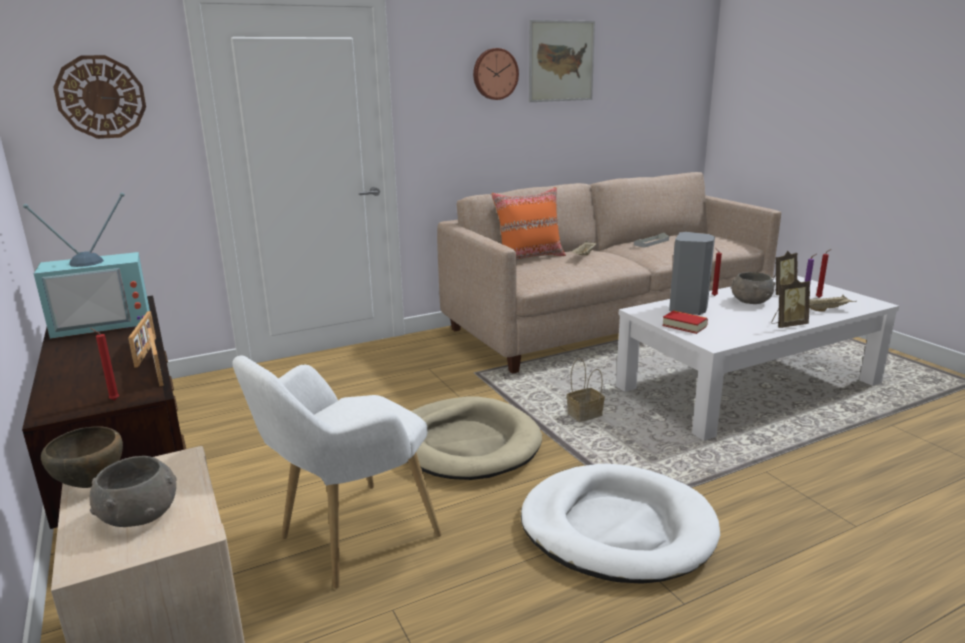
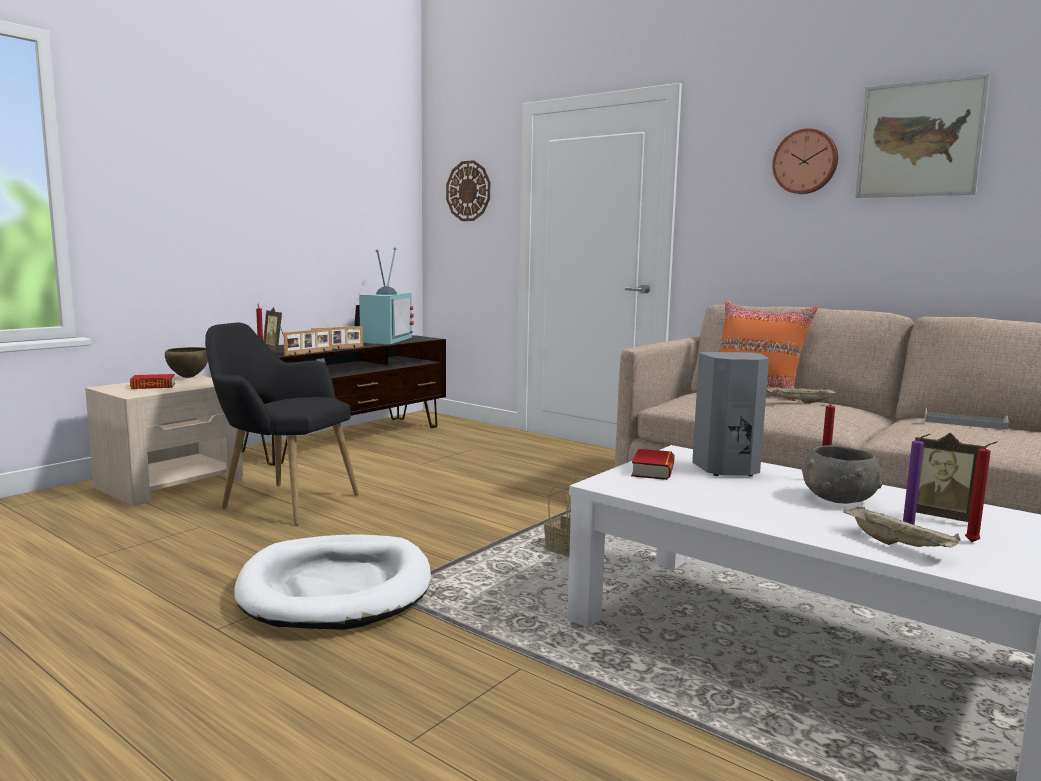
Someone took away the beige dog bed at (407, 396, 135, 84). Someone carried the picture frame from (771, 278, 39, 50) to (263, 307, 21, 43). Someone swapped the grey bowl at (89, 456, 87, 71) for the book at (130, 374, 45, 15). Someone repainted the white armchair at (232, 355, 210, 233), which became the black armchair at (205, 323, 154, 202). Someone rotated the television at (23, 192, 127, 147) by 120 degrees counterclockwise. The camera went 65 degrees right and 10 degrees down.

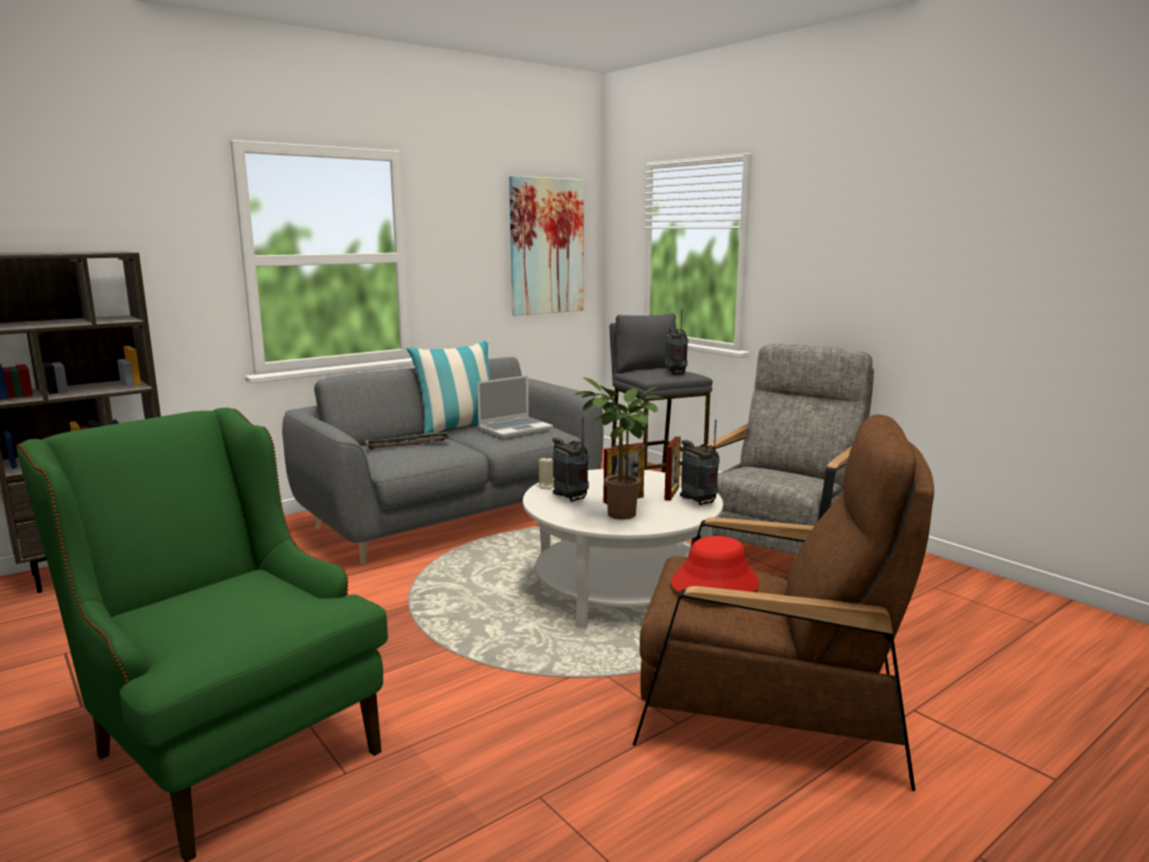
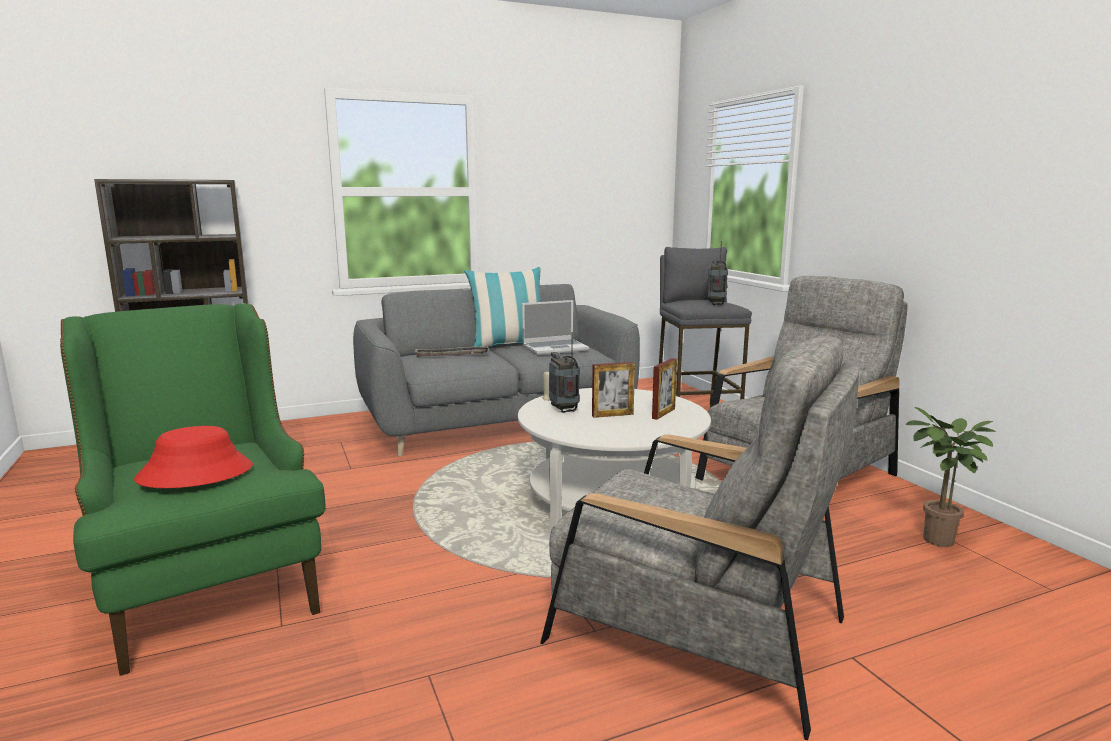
Someone took away the picture at (509, 176, 75, 140). Someone took away the radio at (680, 420, 40, 85). Someone carried the potted plant from (574, 378, 89, 141) to (906, 407, 90, 140). Someone carried the red hat from (671, 536, 88, 57) to (134, 426, 119, 62). Someone repainted the brown armchair at (633, 414, 301, 377), which became the grey armchair at (540, 336, 319, 404). The camera went 15 degrees right and 0 degrees up.

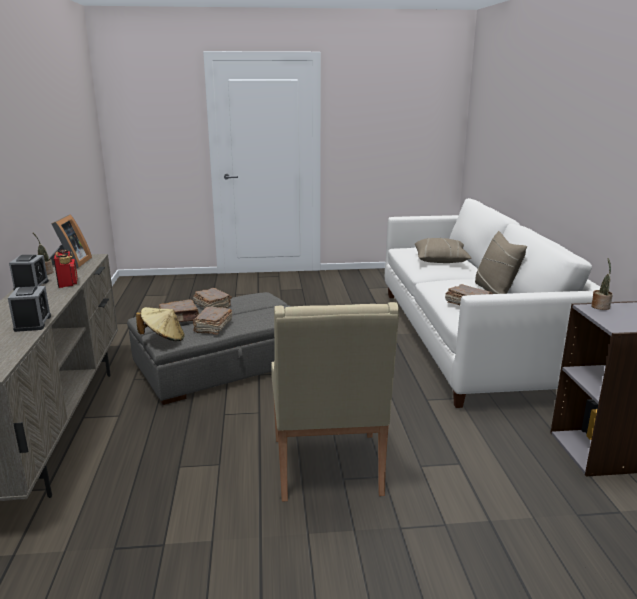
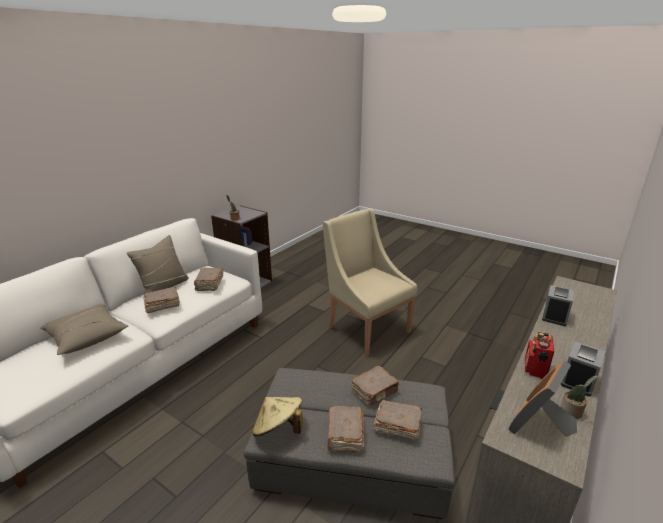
Someone put down the brown book at (144, 287, 36, 27). Someone carried the beige hat from (136, 307, 49, 34) to (252, 397, 51, 39). Someone rotated the beige armchair at (271, 302, 128, 200) by 75 degrees counterclockwise. The camera went 140 degrees left and 5 degrees up.

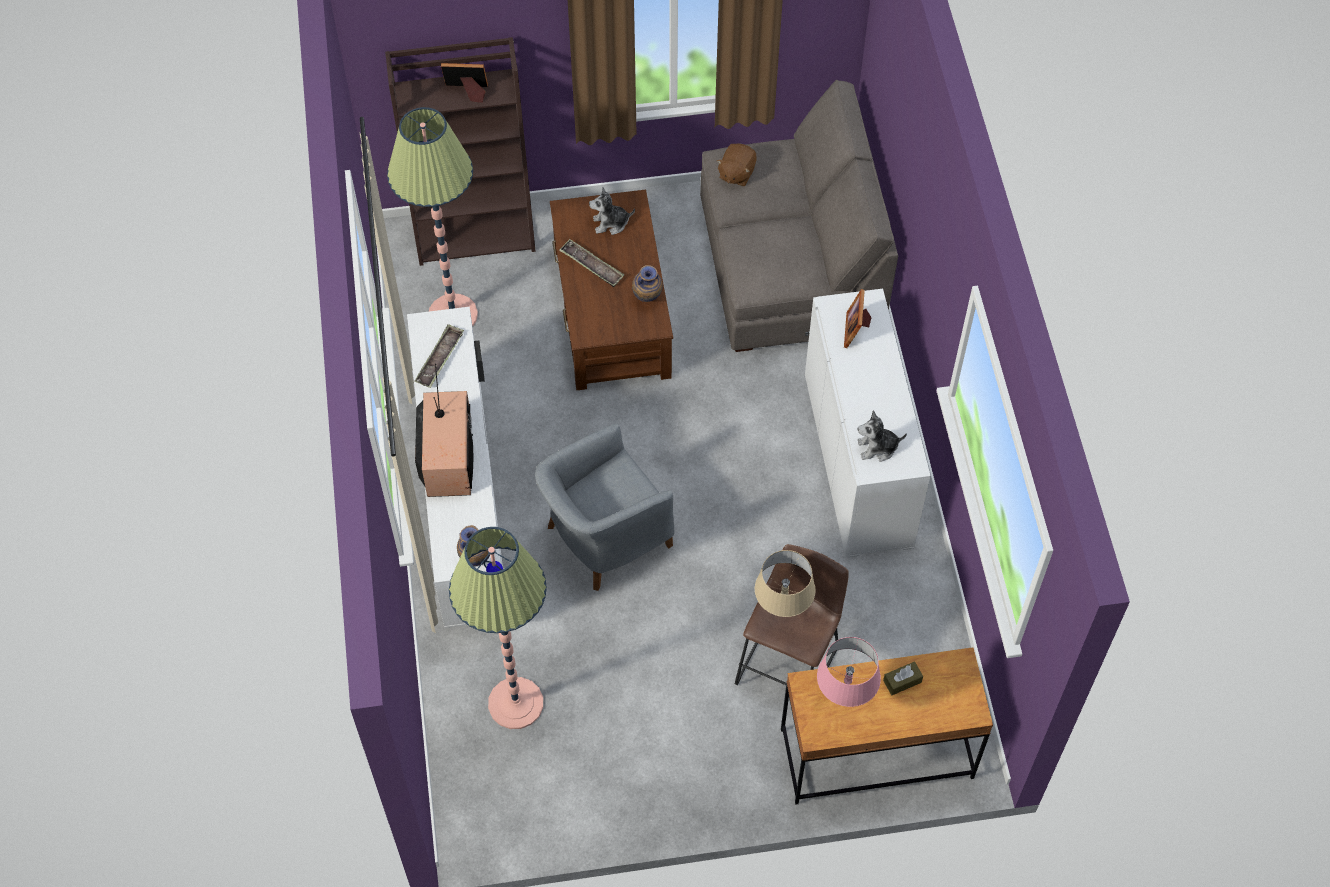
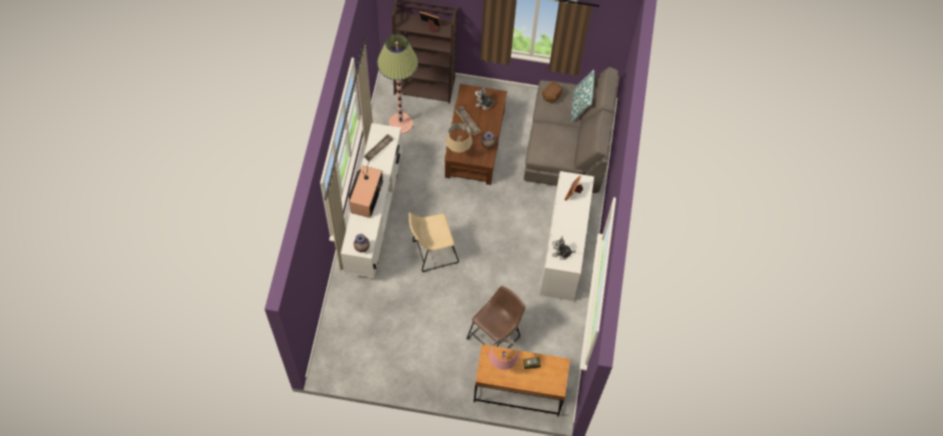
Someone took away the floor lamp at (449, 527, 98, 202). Someone put down the pillow at (571, 70, 23, 52). Someone carried the beige table lamp from (755, 550, 61, 67) to (446, 123, 26, 30). Someone swapped the grey armchair at (535, 424, 140, 167) for the beige stool at (409, 212, 50, 60). The camera went 15 degrees right and 5 degrees up.

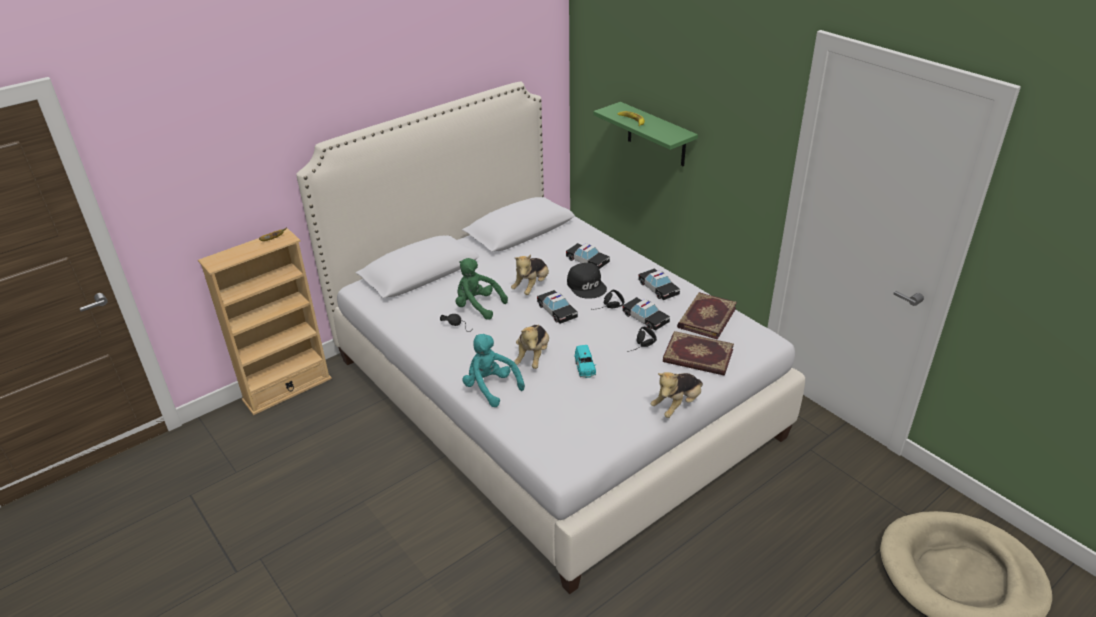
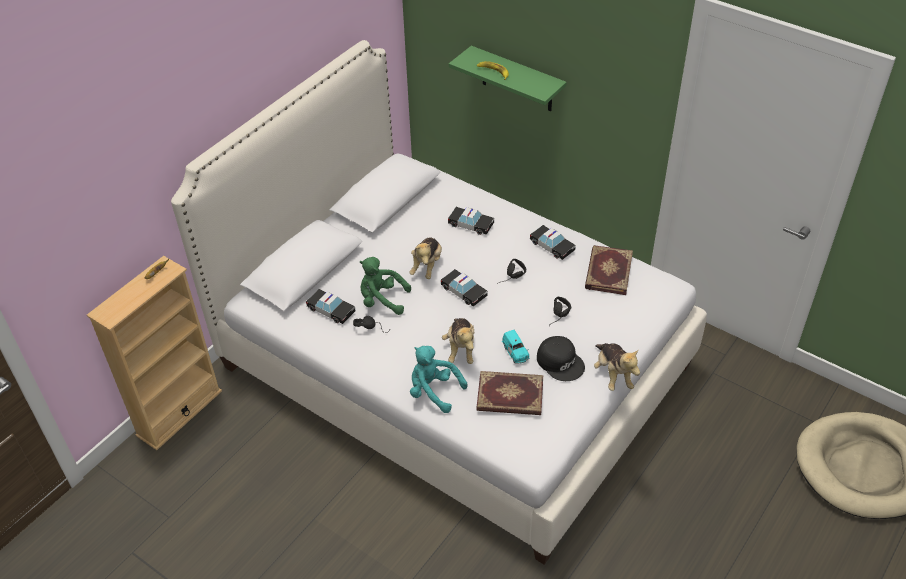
Someone carried the black cap from (567, 263, 40, 36) to (537, 336, 48, 45). Someone carried the toy car from (622, 297, 48, 34) to (306, 289, 49, 35). Someone carried the book from (663, 331, 71, 45) to (477, 371, 66, 44). Someone rotated the plush toy at (651, 372, 52, 46) by 45 degrees counterclockwise. The camera went 15 degrees left and 10 degrees up.

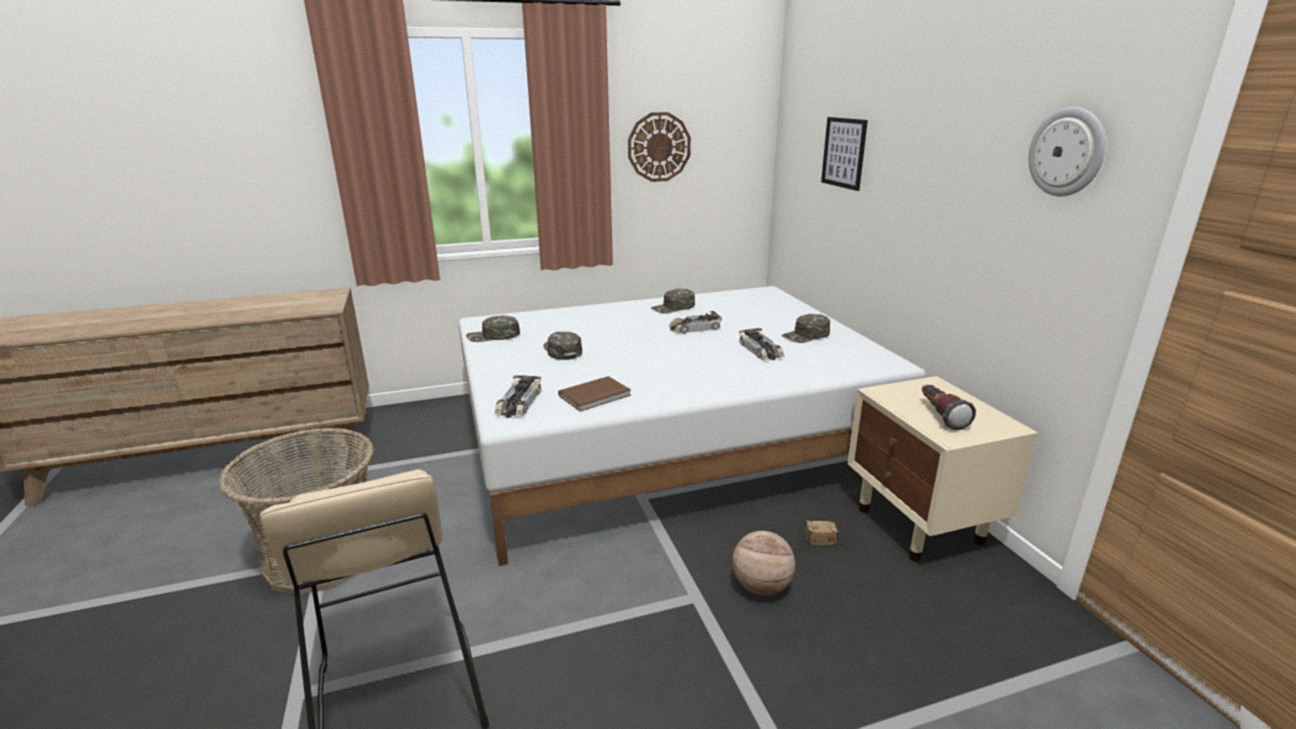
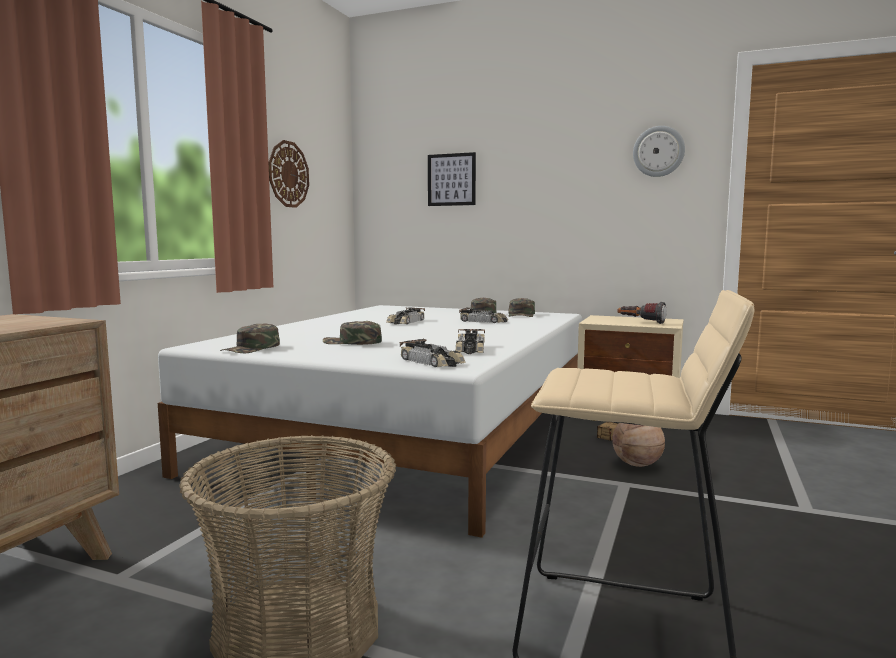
Someone carried the green cap from (651, 289, 44, 25) to (508, 298, 27, 19). Someone swapped the brown book at (558, 376, 73, 35) for the toy car at (456, 329, 29, 25). The camera went 50 degrees left and 15 degrees down.

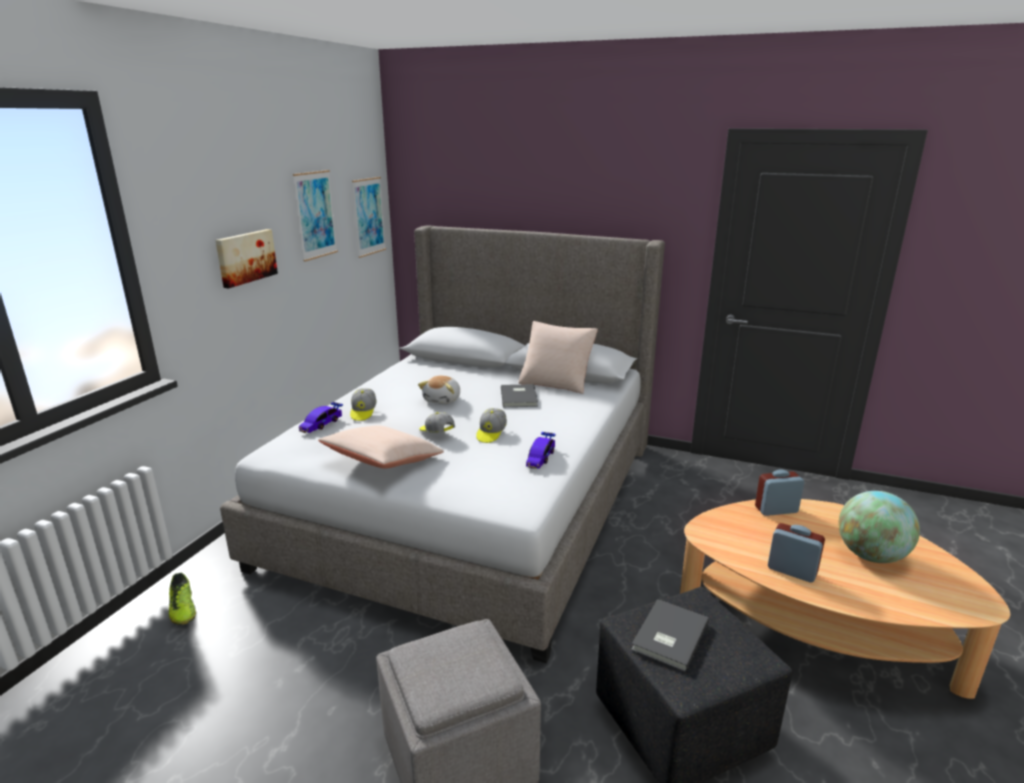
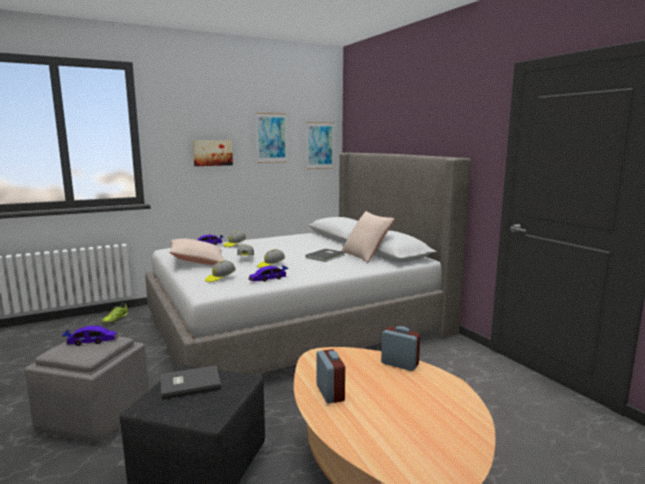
Someone took away the plush toy at (418, 376, 42, 28). Someone took away the globe at (839, 491, 81, 72). Someone put down the toy car at (63, 326, 55, 20). Someone put down the cap at (205, 260, 31, 22). The camera went 40 degrees right and 10 degrees down.

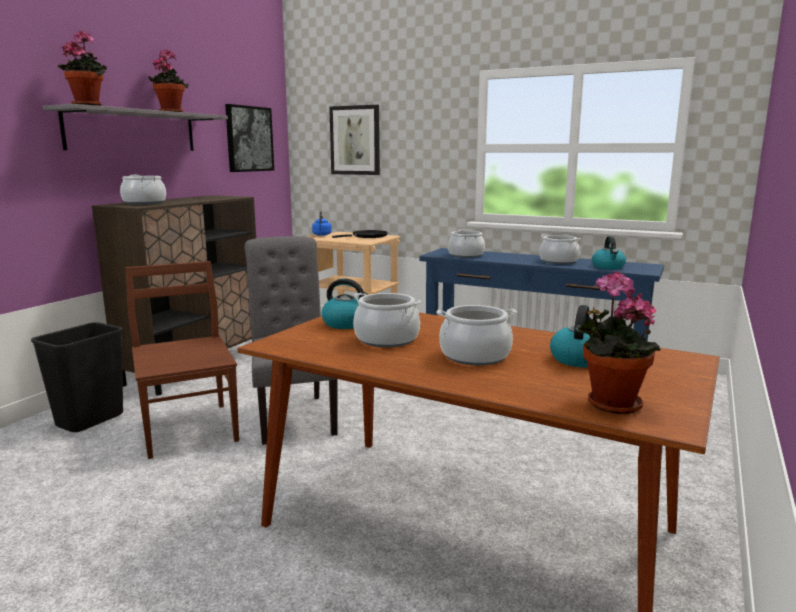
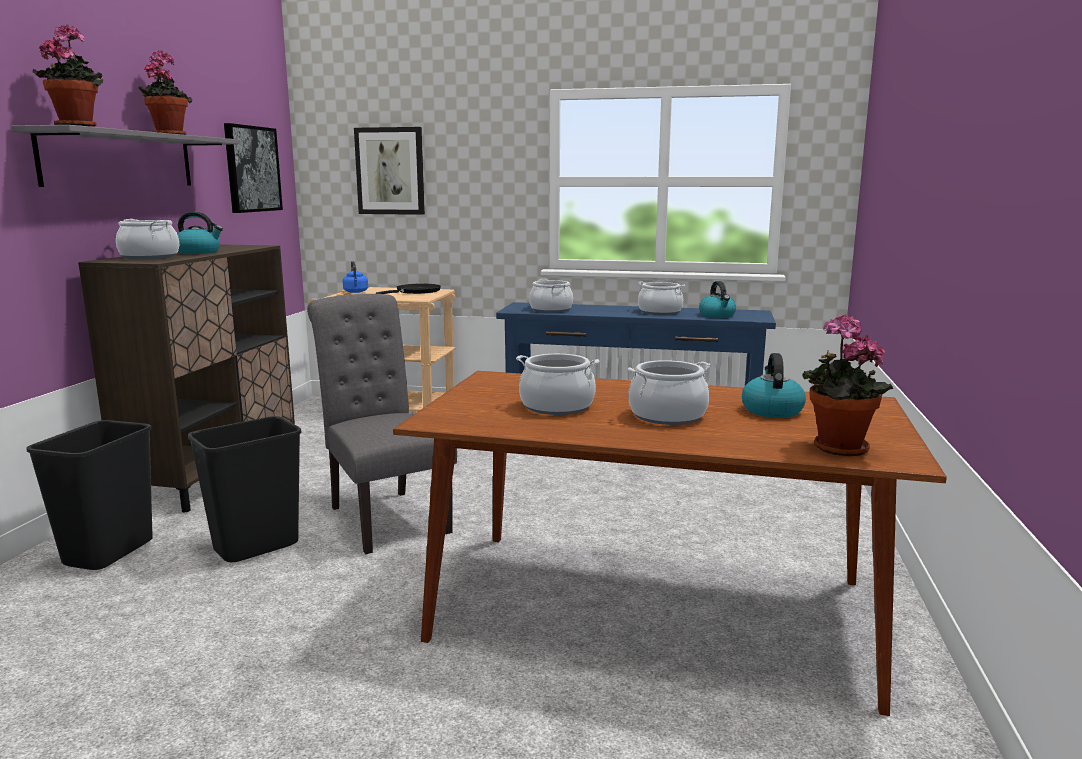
Someone carried the kettle from (321, 278, 47, 51) to (177, 212, 46, 42). Someone swapped the brown chair at (125, 261, 114, 198) for the black trash can at (188, 416, 113, 146). The camera went 15 degrees left and 0 degrees up.

